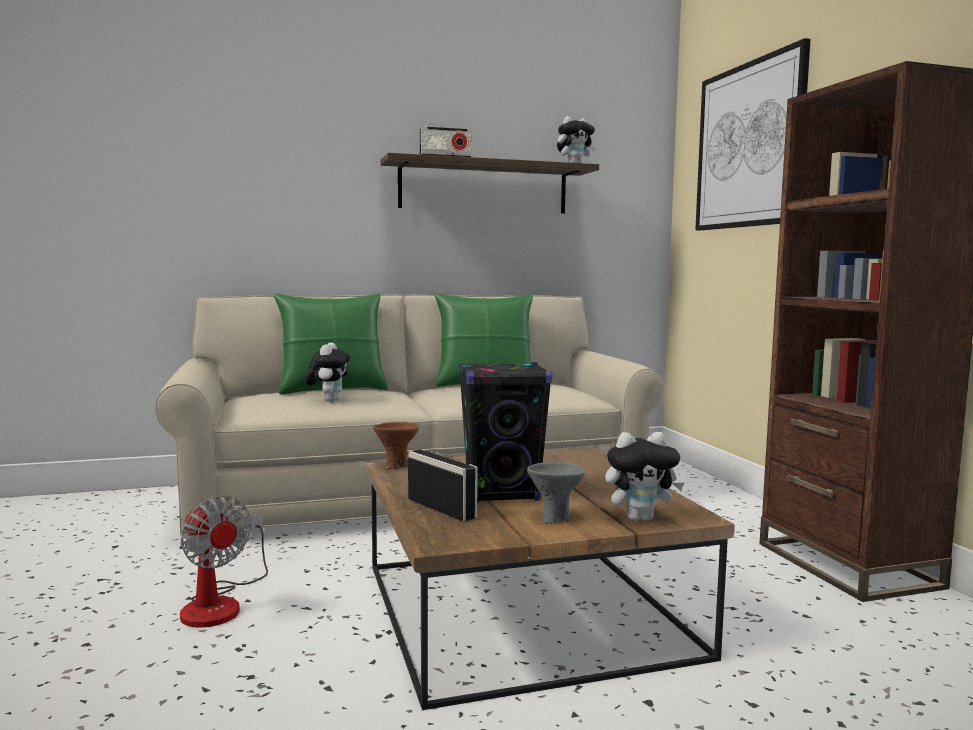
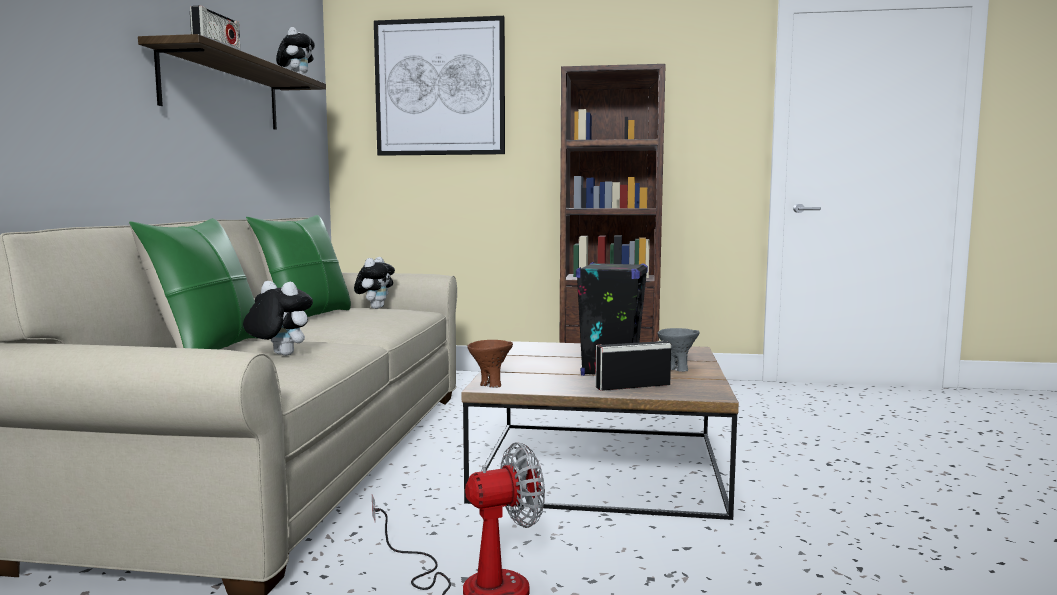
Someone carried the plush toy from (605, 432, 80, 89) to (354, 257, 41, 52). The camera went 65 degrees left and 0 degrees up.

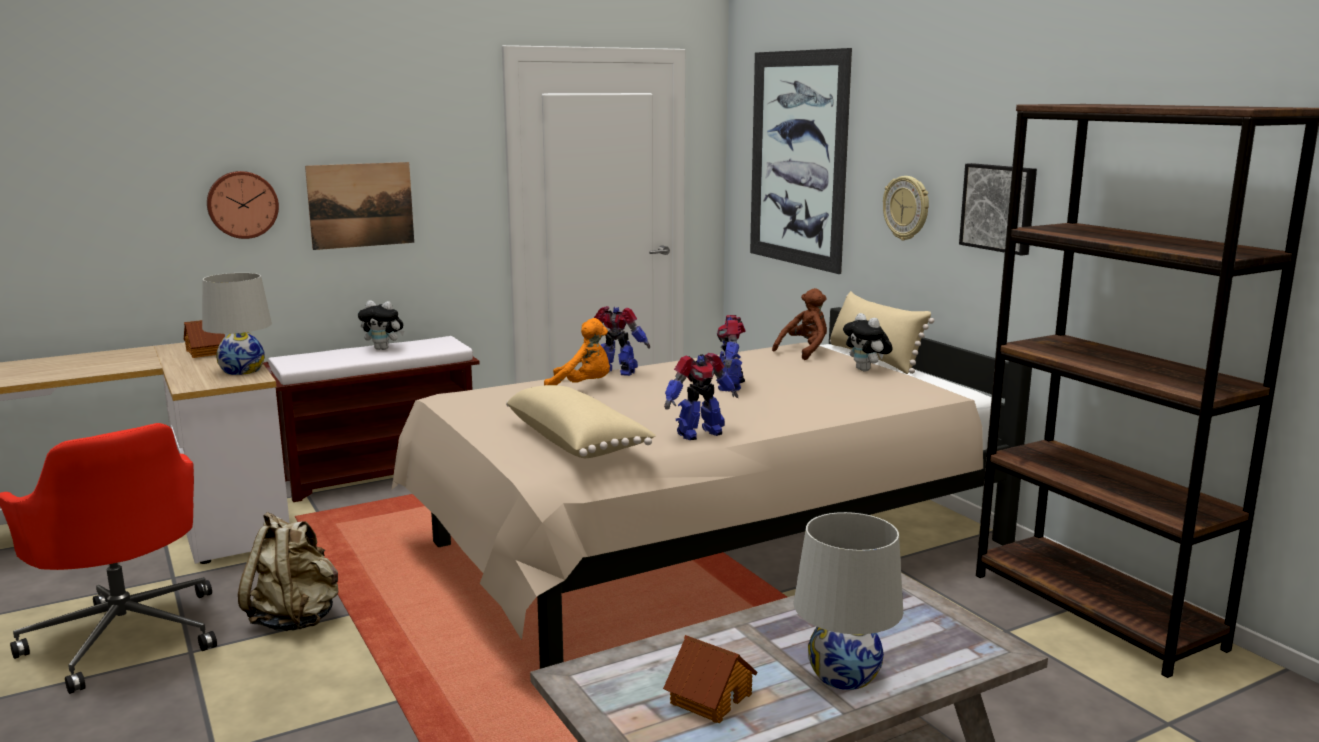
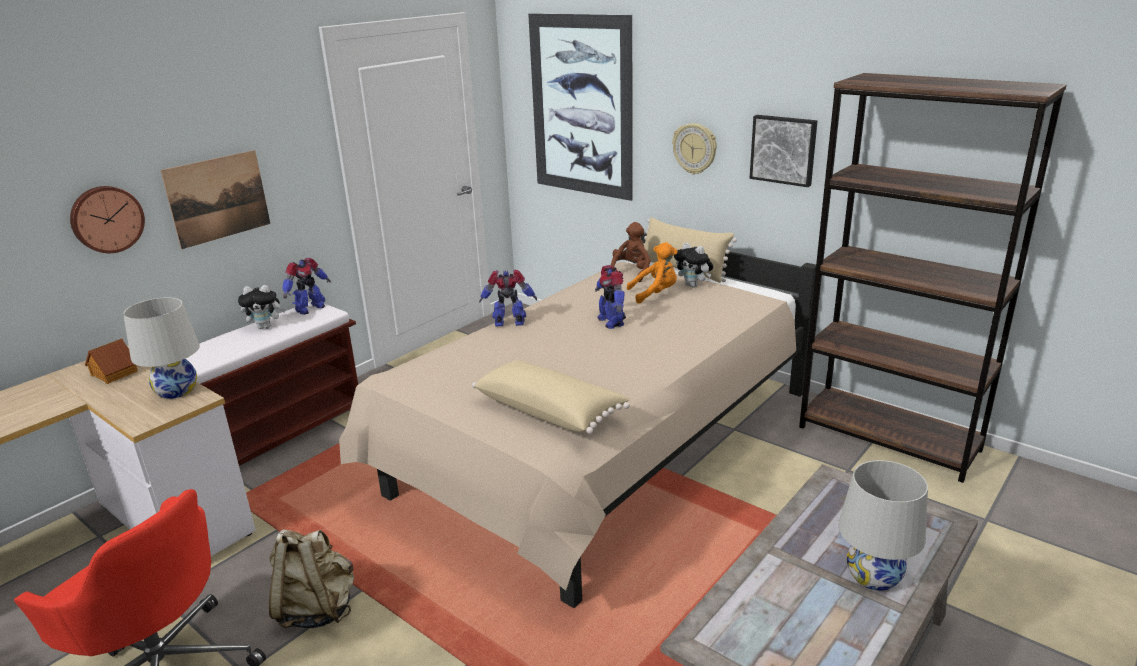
Someone took away the toy house at (663, 635, 94, 88). Someone carried the orange plush toy from (544, 318, 66, 67) to (627, 242, 51, 62). Someone carried the toy robot from (664, 353, 74, 87) to (282, 258, 49, 57). The camera went 20 degrees left and 10 degrees up.

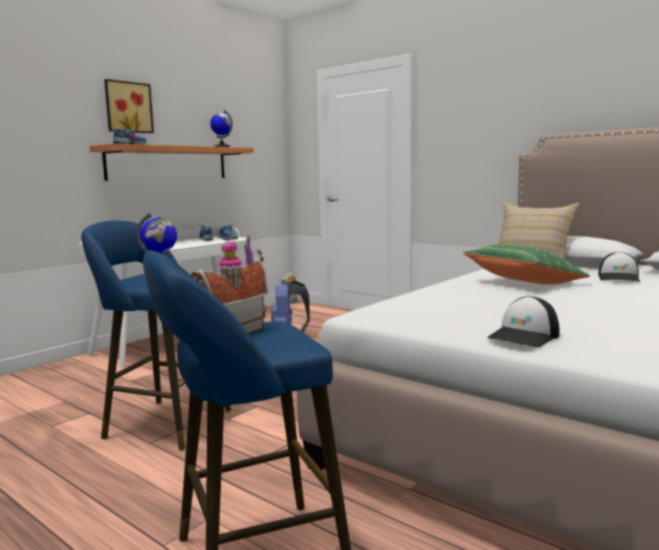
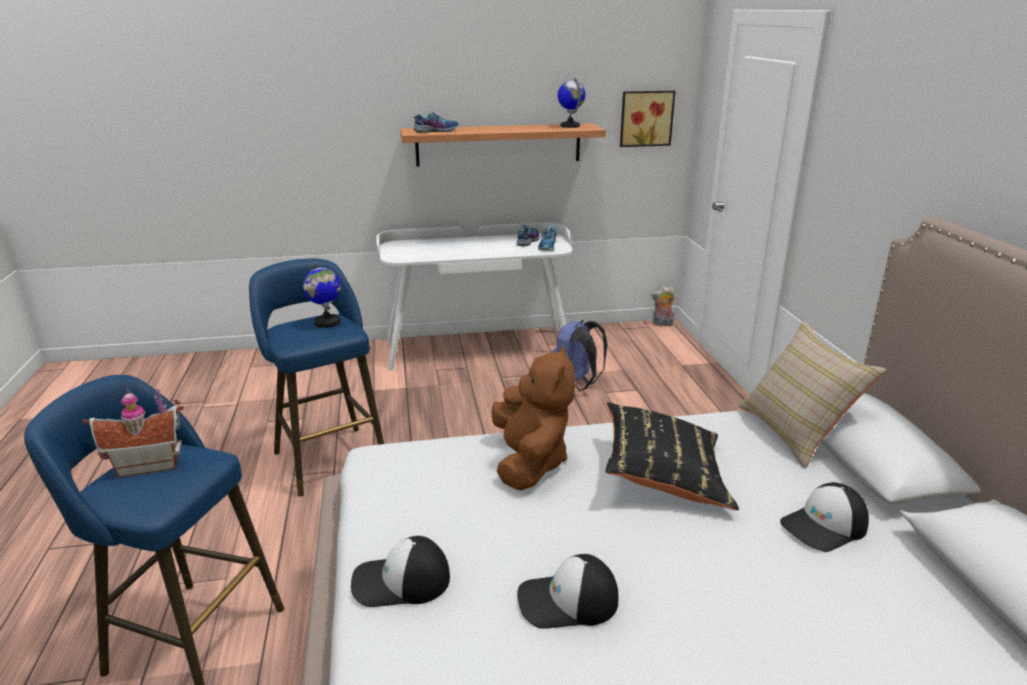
Someone put down the brown plush toy at (491, 346, 84, 145). Someone put down the cap at (518, 554, 100, 75). Someone carried the picture from (104, 79, 50, 54) to (620, 91, 56, 56). Someone repainted the green pillow at (463, 244, 127, 41), which became the black pillow at (605, 402, 134, 109). The camera went 40 degrees right and 15 degrees up.

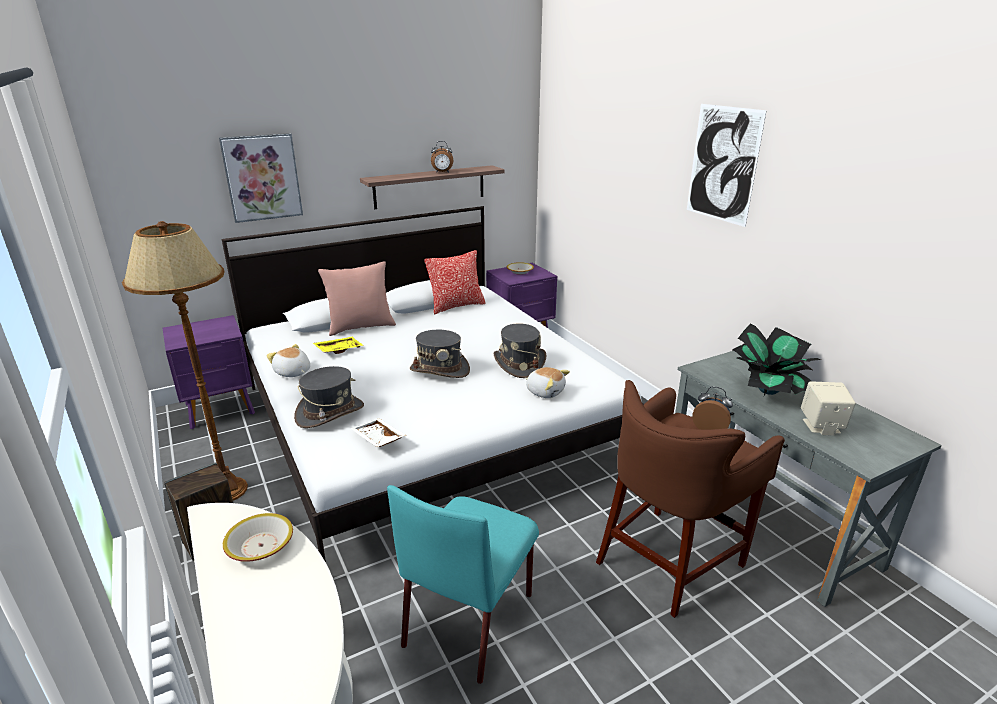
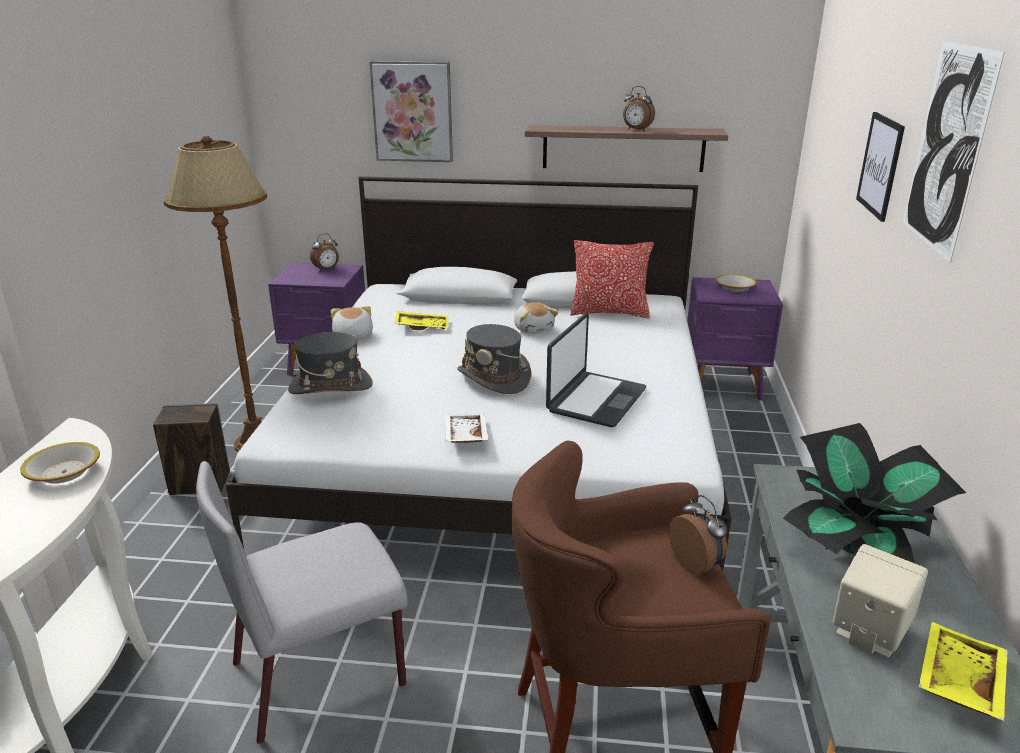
Someone took away the pink pillow at (318, 261, 78, 75). Someone put down the alarm clock at (310, 234, 29, 38). Someone put up the picture at (856, 112, 49, 110). Someone put down the yellow tray at (919, 622, 88, 99). Someone carried the white tray from (350, 418, 56, 29) to (445, 414, 43, 29). Someone carried the plush toy from (525, 367, 45, 31) to (514, 302, 45, 32). Someone swapped the grey hat at (494, 323, 52, 55) for the laptop at (546, 313, 100, 114). Someone repainted the turquoise chair at (387, 485, 152, 199), which became the grey chair at (196, 461, 211, 283). The camera went 35 degrees right and 0 degrees up.

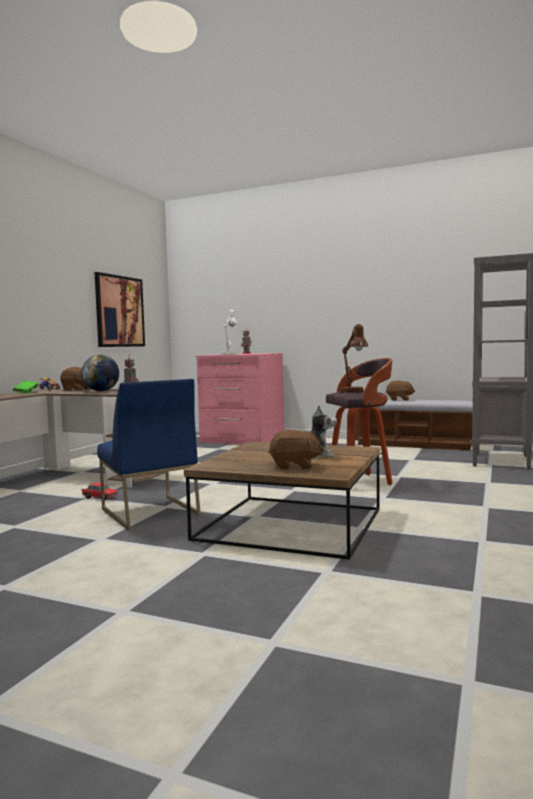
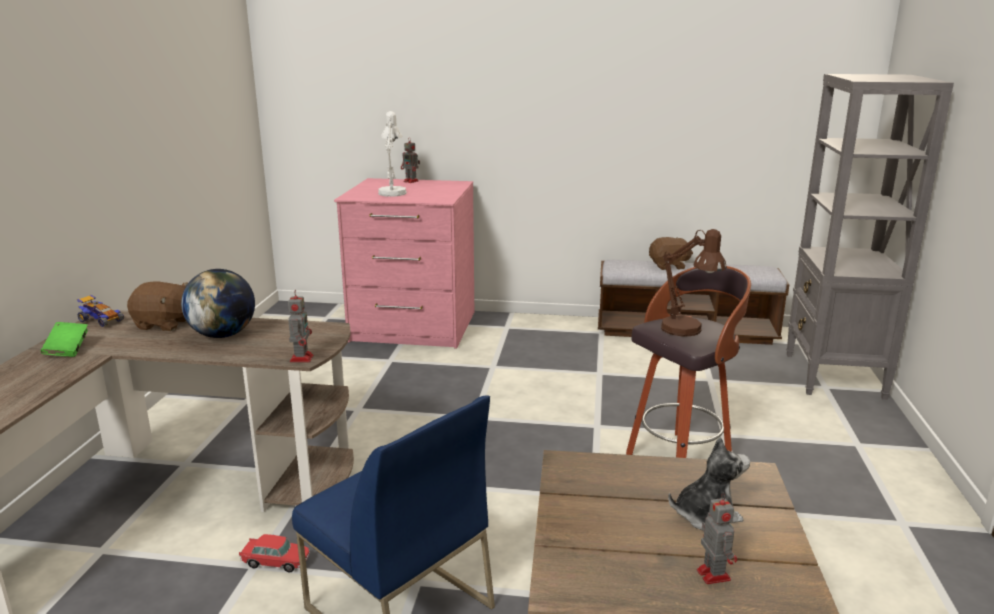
Someone took away the picture at (94, 272, 51, 75). Someone swapped the brown plush toy at (269, 430, 55, 40) for the toy robot at (697, 493, 40, 91). The camera went 15 degrees left and 15 degrees up.

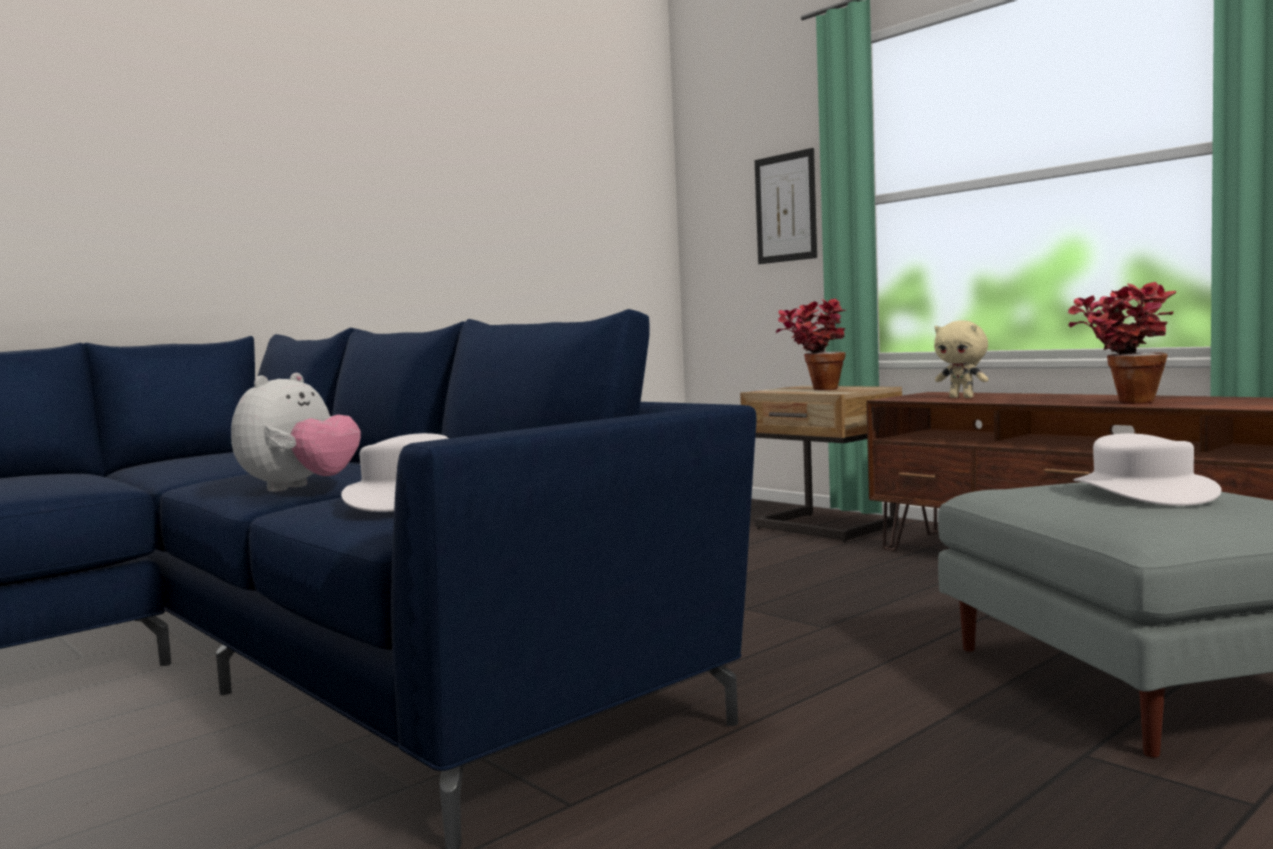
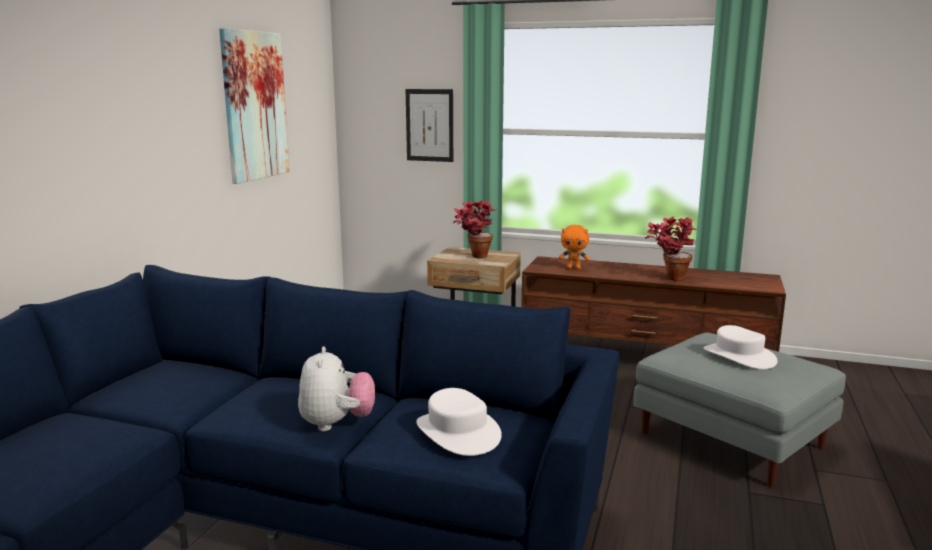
Someone put up the picture at (219, 28, 71, 156). Someone repainted the beige plush toy at (934, 321, 55, 77), which became the orange plush toy at (558, 225, 32, 44). The camera went 30 degrees left and 10 degrees up.

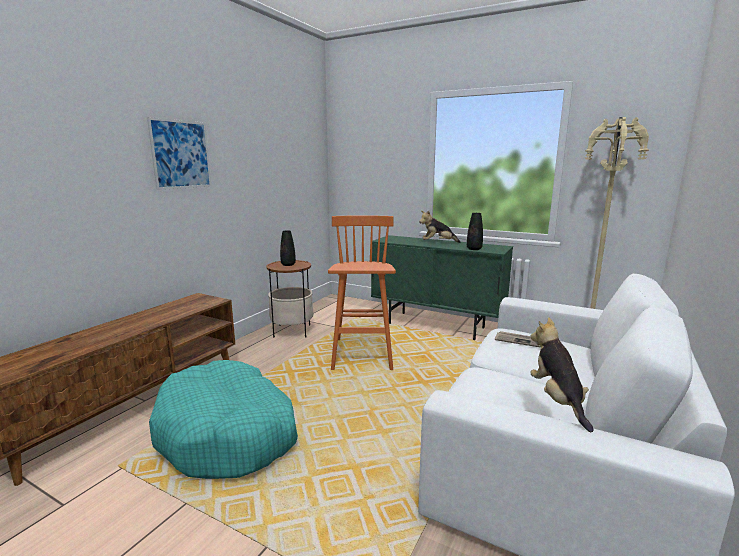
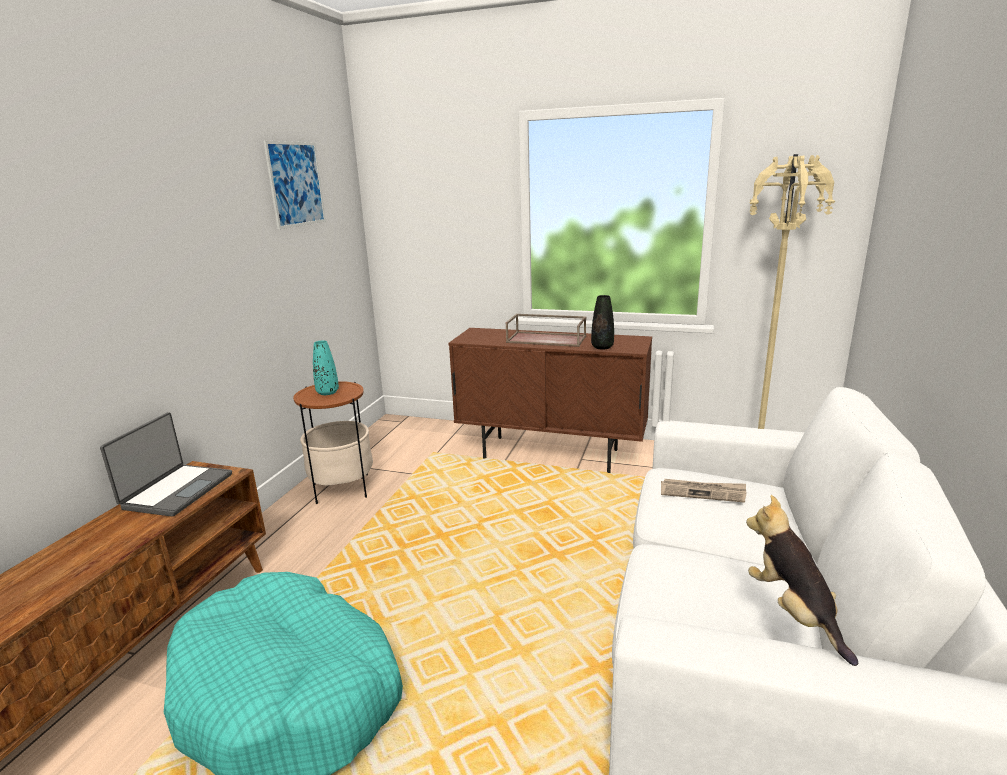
Someone took away the orange stool at (328, 215, 68, 155). Someone put down the laptop at (100, 412, 132, 105). Someone carried the picture from (147, 117, 65, 73) to (263, 141, 63, 88). Someone swapped the plush toy at (419, 211, 42, 32) for the brown tray at (506, 314, 81, 33). Someone repainted the black vase at (280, 230, 16, 36), which became the turquoise vase at (313, 340, 26, 55). Someone repainted the green cabinet at (371, 235, 142, 105), which became the brown cabinet at (448, 328, 204, 145). The camera went 10 degrees left and 5 degrees up.

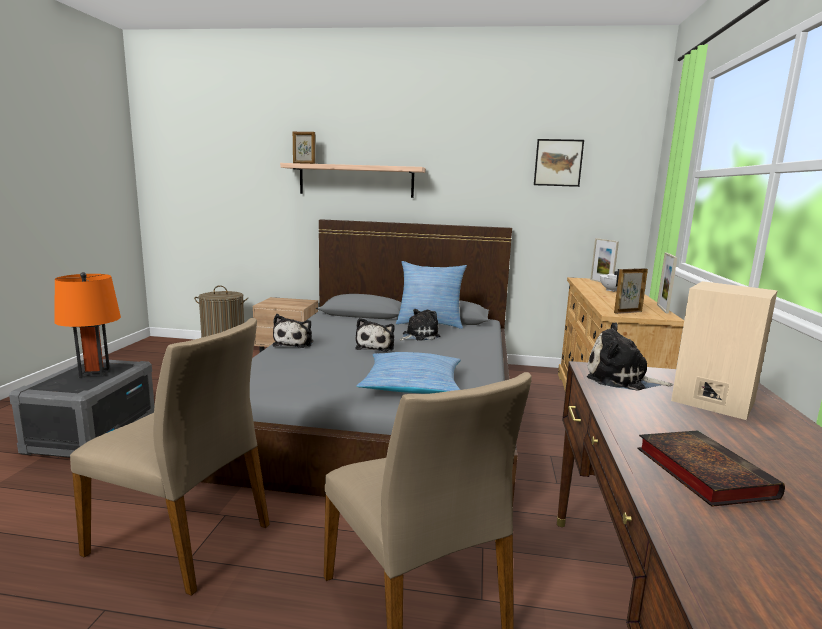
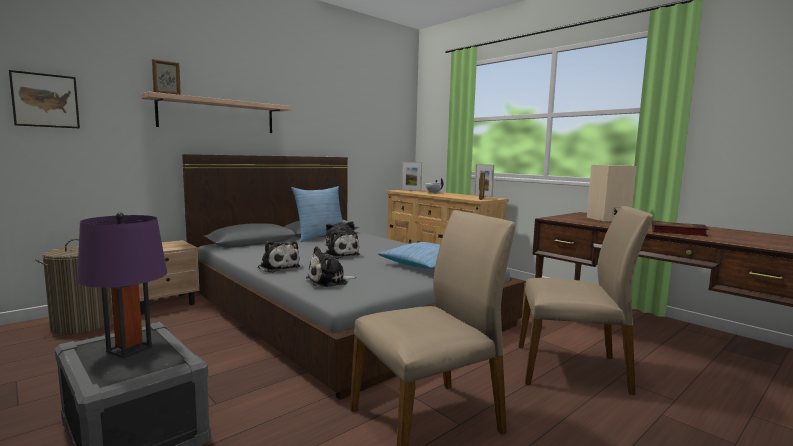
Someone carried the picture from (534, 139, 50, 48) to (9, 70, 71, 58). Someone carried the plush toy from (587, 322, 86, 69) to (306, 246, 51, 41). Someone repainted the orange table lamp at (55, 272, 66, 106), which became the purple table lamp at (77, 212, 90, 146). The camera went 50 degrees left and 5 degrees down.

